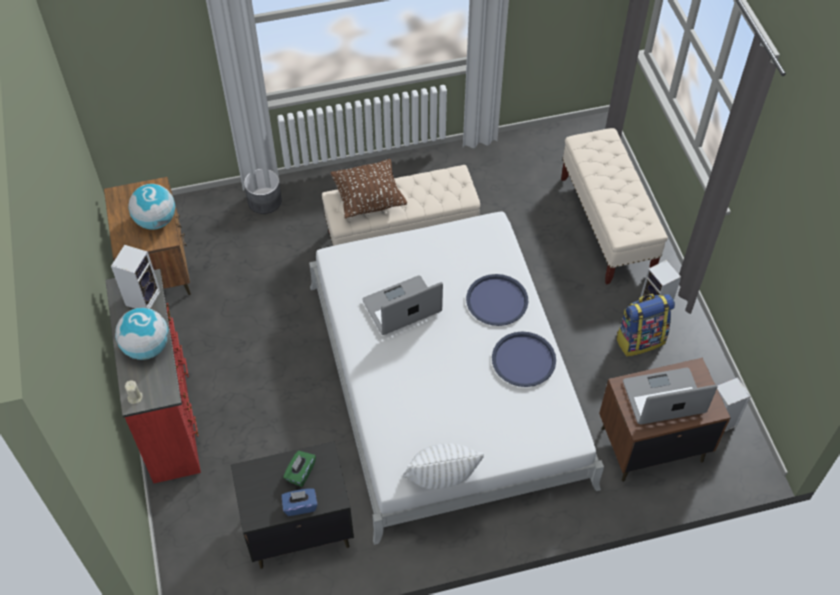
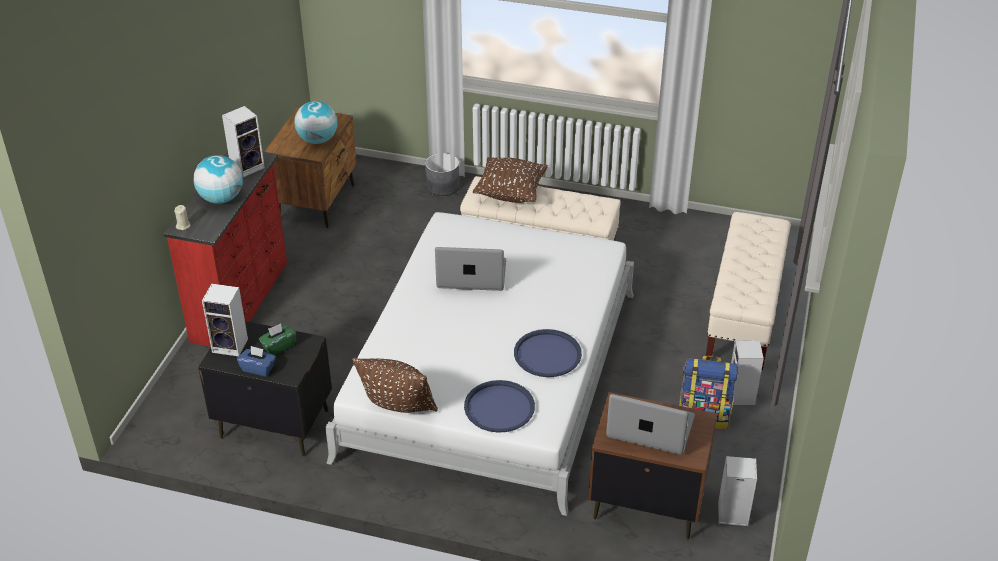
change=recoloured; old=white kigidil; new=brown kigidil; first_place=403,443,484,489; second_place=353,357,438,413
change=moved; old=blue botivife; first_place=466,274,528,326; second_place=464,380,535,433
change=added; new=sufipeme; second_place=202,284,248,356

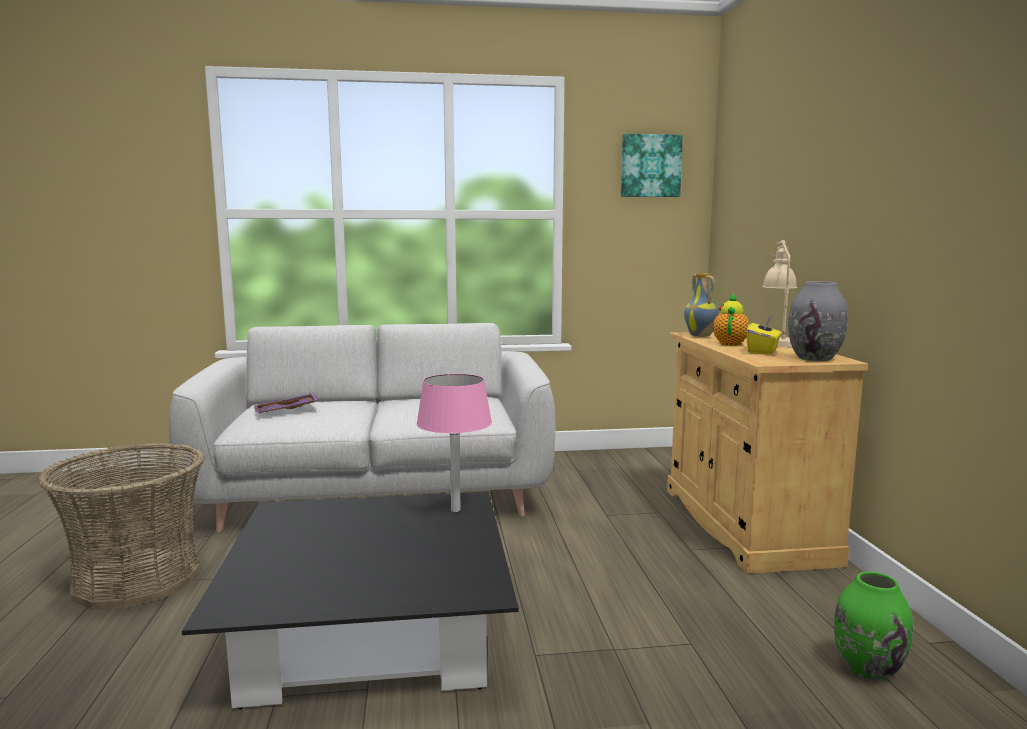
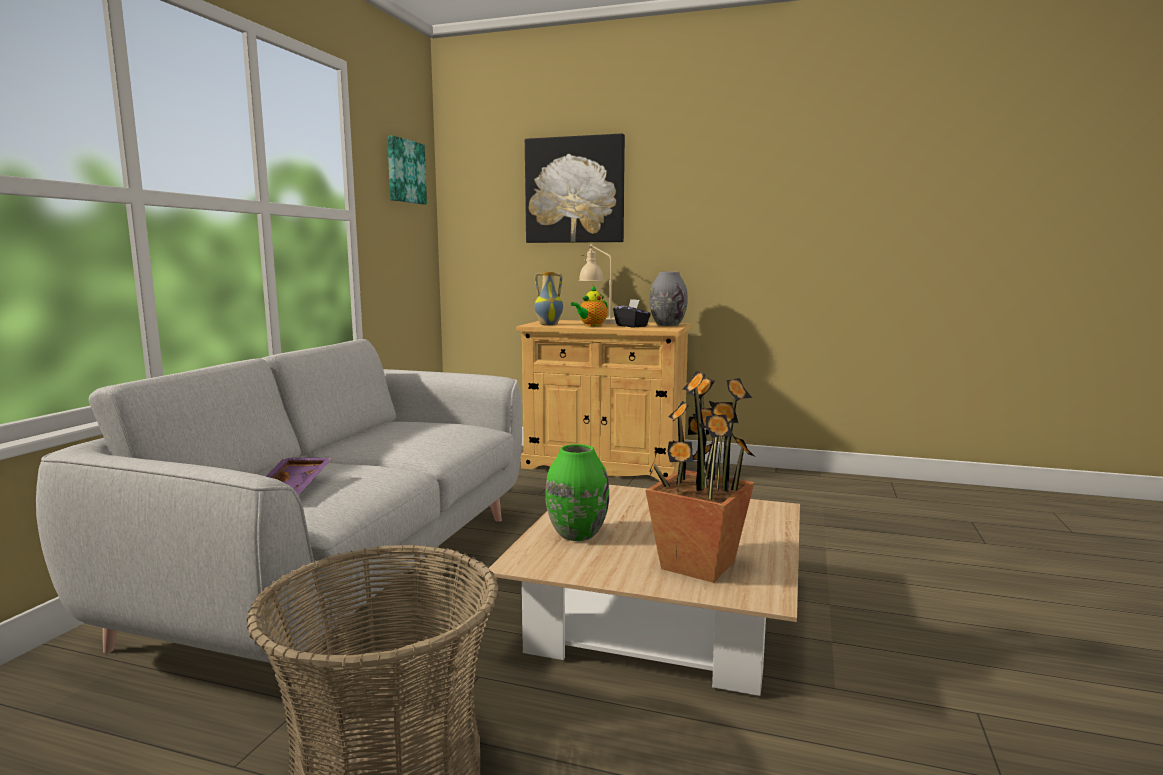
change=recoloured; old=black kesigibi; new=beige kesigibi; first_place=182,492,519,710; second_place=489,485,800,696
change=removed; old=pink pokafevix; first_place=416,374,492,512
change=turned; old=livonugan; first_place=713,293,750,346; second_place=571,286,608,326; degrees=-90
change=recoloured; old=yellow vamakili; new=black vamakili; first_place=746,316,782,355; second_place=613,299,651,327
change=moved; old=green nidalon; first_place=834,571,913,681; second_place=545,444,609,541
change=added; new=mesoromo; second_place=525,133,625,243
change=added; new=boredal; second_place=645,371,754,583

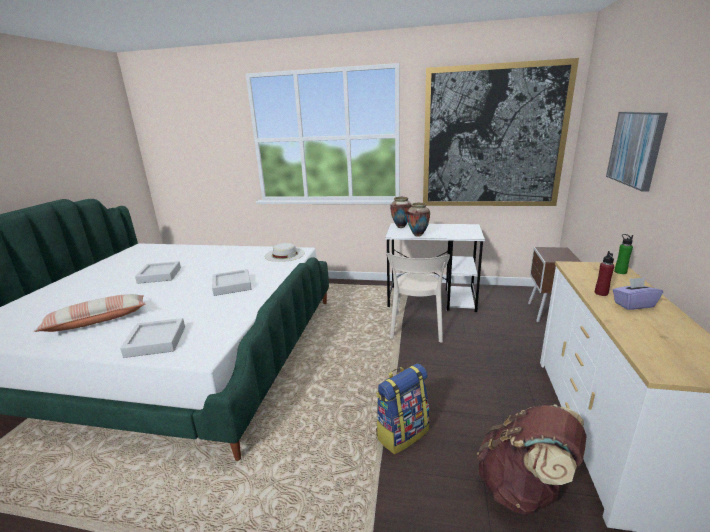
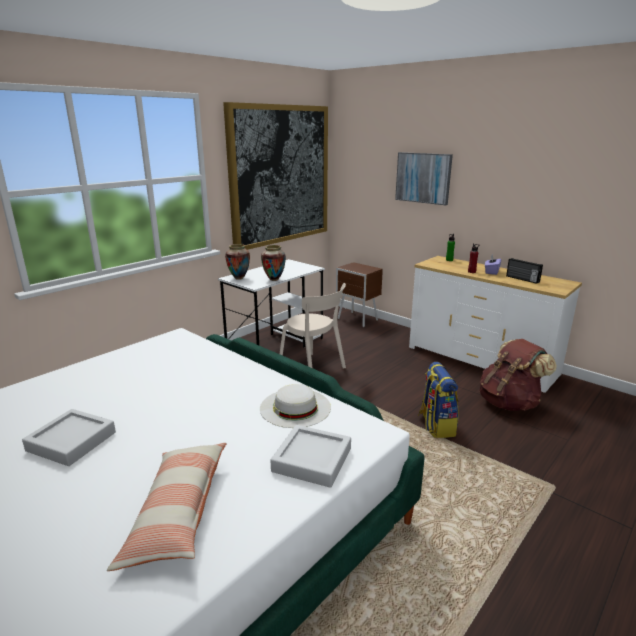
change=removed; old=grey botivife; first_place=212,269,251,296
change=moved; old=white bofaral; first_place=265,243,305,262; second_place=260,384,331,428
change=added; new=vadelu; second_place=506,258,543,284

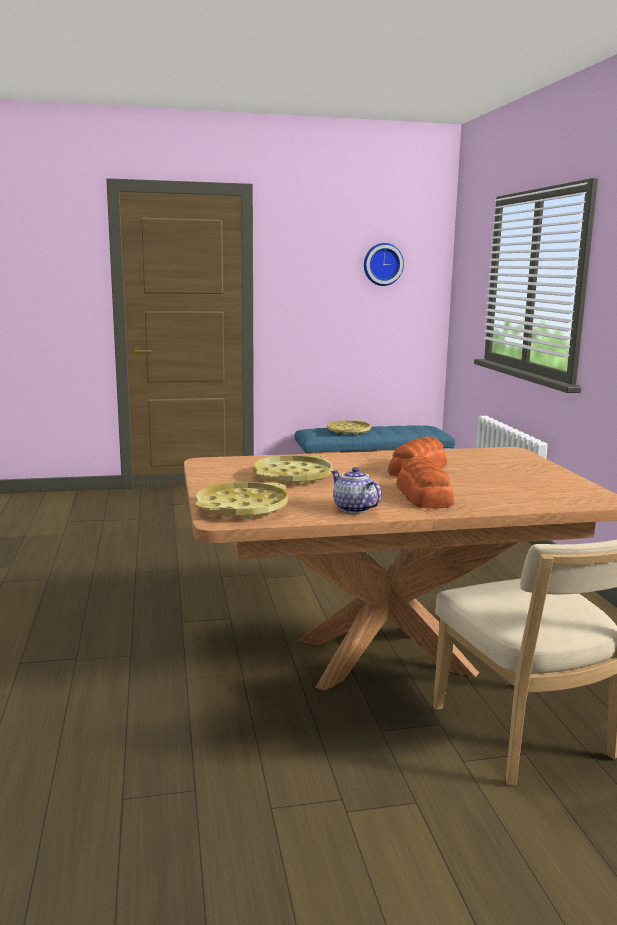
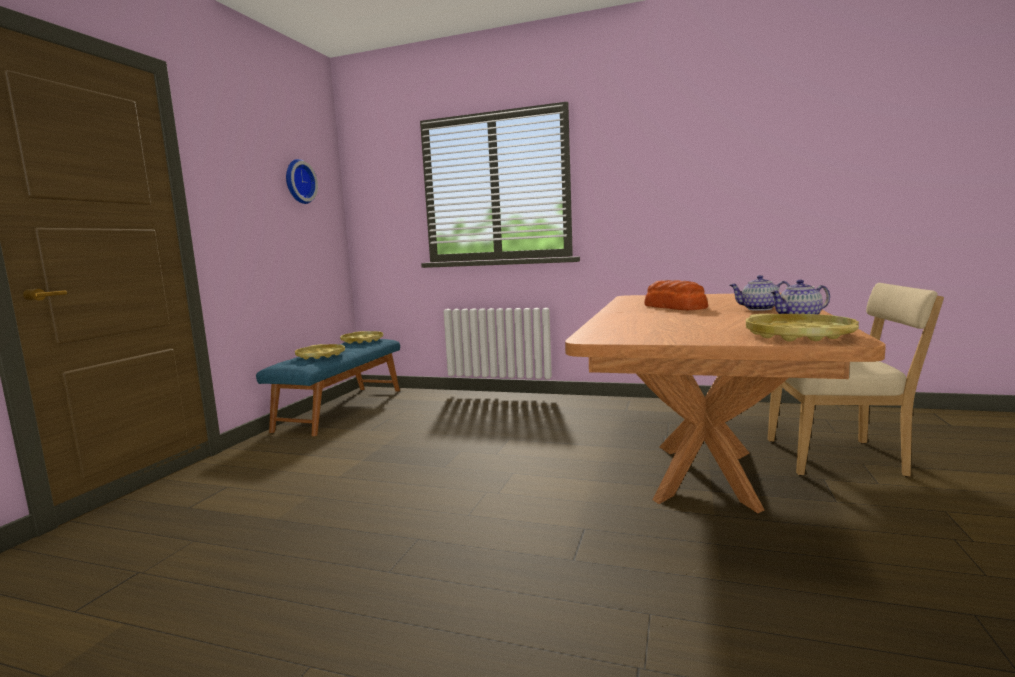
change=moved; old=yellow botivife; first_place=253,455,333,486; second_place=340,331,383,344
change=replaced; old=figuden; new=livonugan; first_place=396,456,454,508; second_place=730,275,790,311

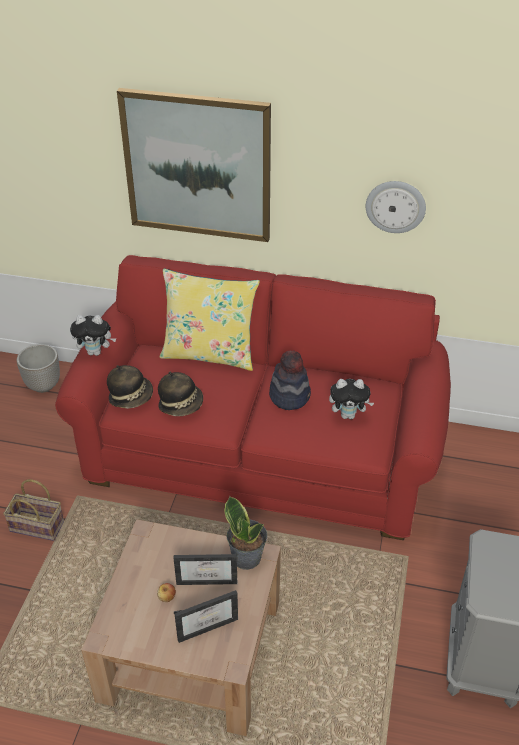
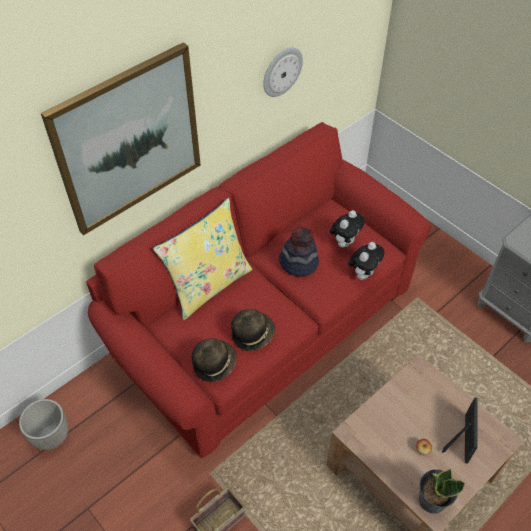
change=moved; old=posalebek; first_place=70,315,116,356; second_place=348,242,384,280
change=removed; old=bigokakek; first_place=174,554,237,585
change=moved; old=boredal; first_place=224,496,267,570; second_place=419,469,466,514

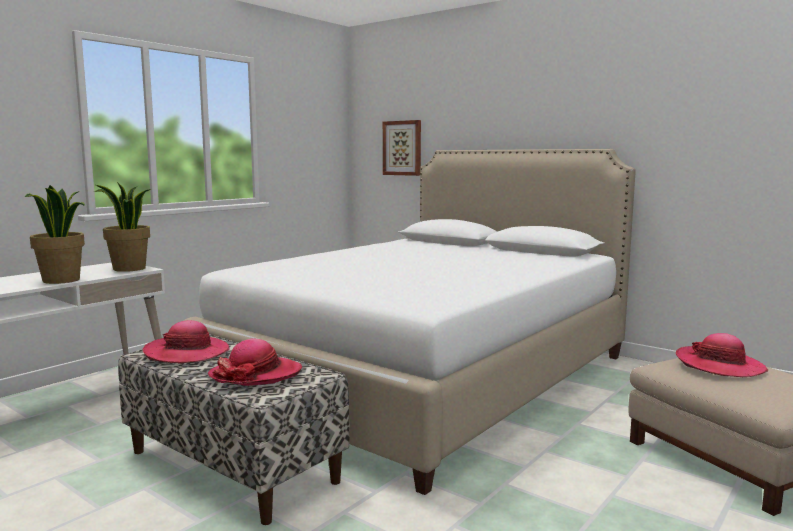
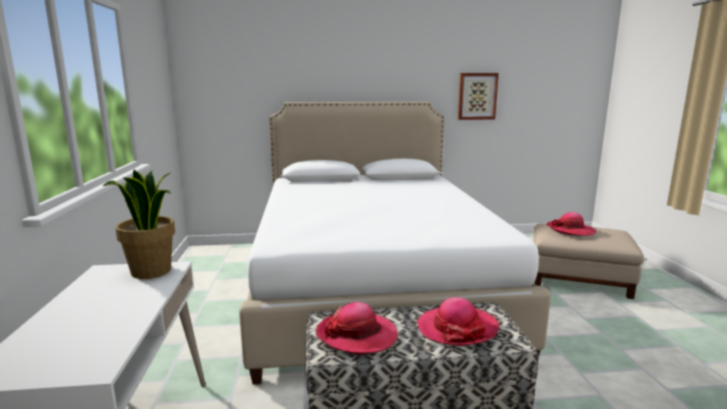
change=removed; old=boredal; first_place=24,185,85,284
change=moved; old=mesoromo; first_place=383,120,421,176; second_place=458,73,499,120

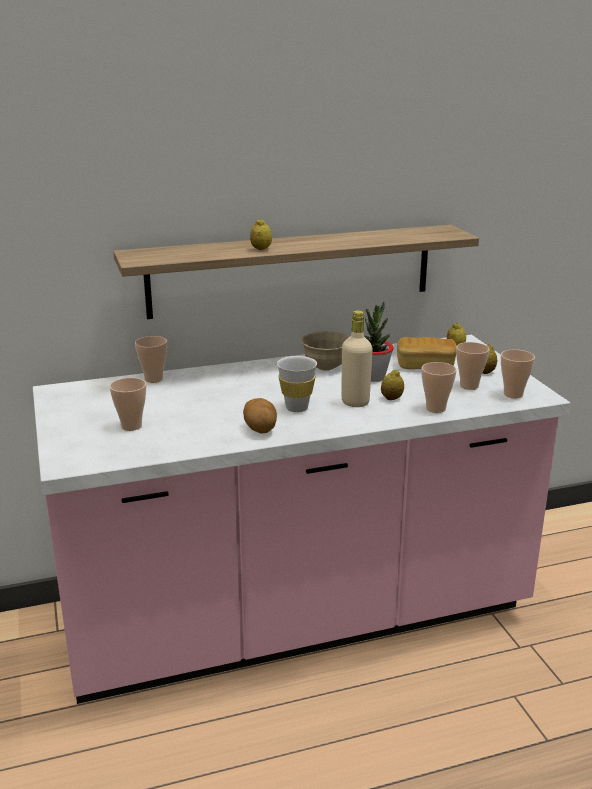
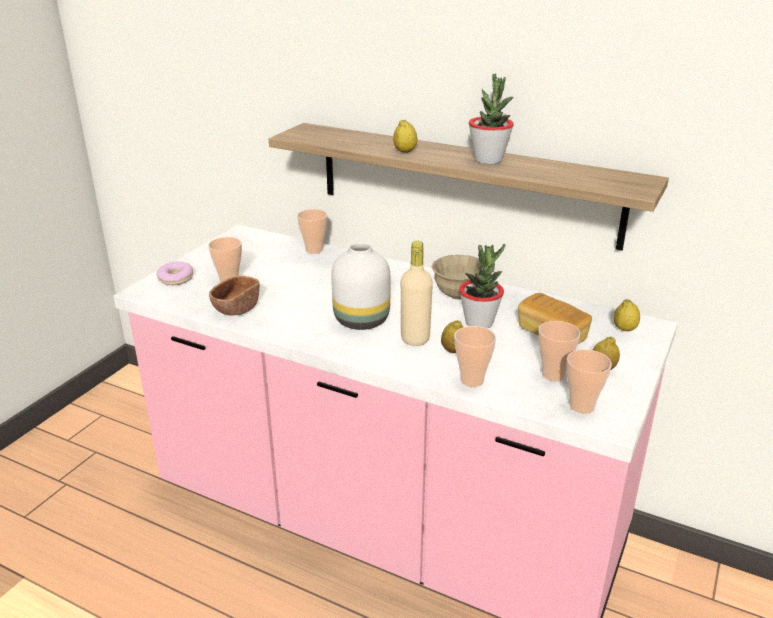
change=removed; old=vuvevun; first_place=243,398,277,434
change=replaced; old=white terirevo; new=white nidalon; first_place=277,356,317,412; second_place=331,242,390,330
change=added; new=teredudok; second_place=156,261,193,285
change=added; new=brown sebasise; second_place=209,276,260,315
change=added; new=boredal; second_place=469,73,514,164

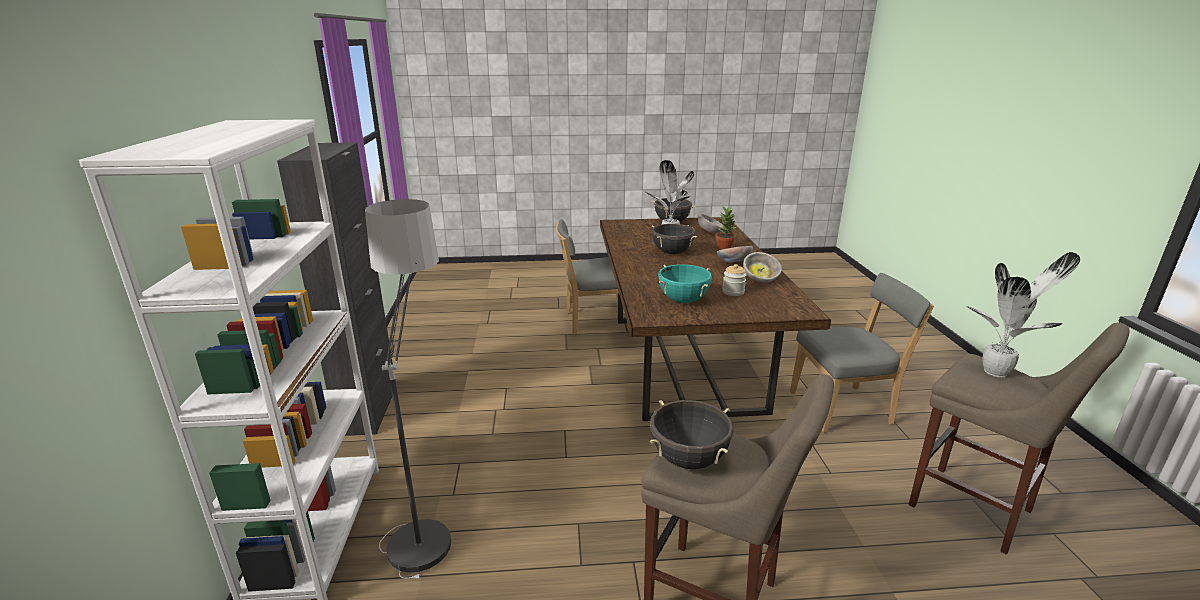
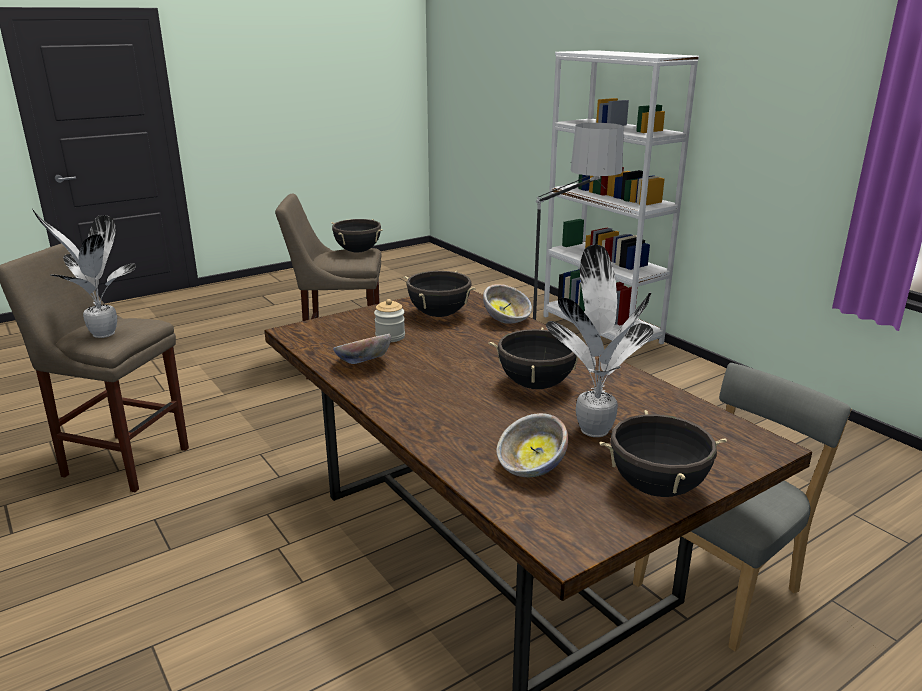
change=removed; old=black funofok; first_place=277,142,393,436
change=recoloured; old=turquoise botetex; new=black botetex; first_place=658,264,712,303; second_place=404,271,476,317
change=removed; old=boredal; first_place=715,206,737,249
change=moved; old=sebasise; first_place=717,246,753,263; second_place=483,284,532,324
change=removed; old=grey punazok; first_place=790,273,934,433

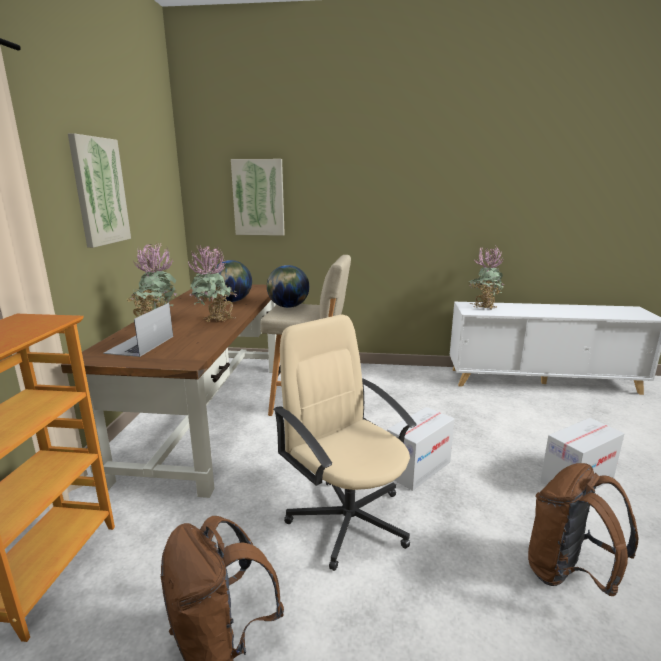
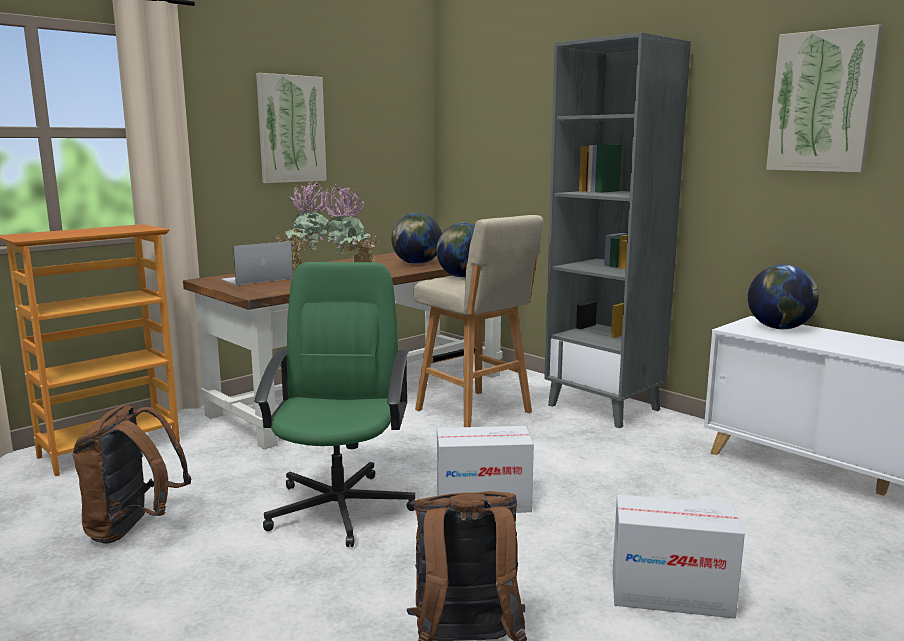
change=moved; old=mesoromo; first_place=231,159,285,236; second_place=766,24,883,172
change=recoloured; old=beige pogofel; new=green pogofel; first_place=273,314,416,571; second_place=254,262,416,547
change=replaced; old=boredal; new=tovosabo; first_place=469,245,504,310; second_place=748,265,819,329
change=added; new=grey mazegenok; second_place=544,32,691,428

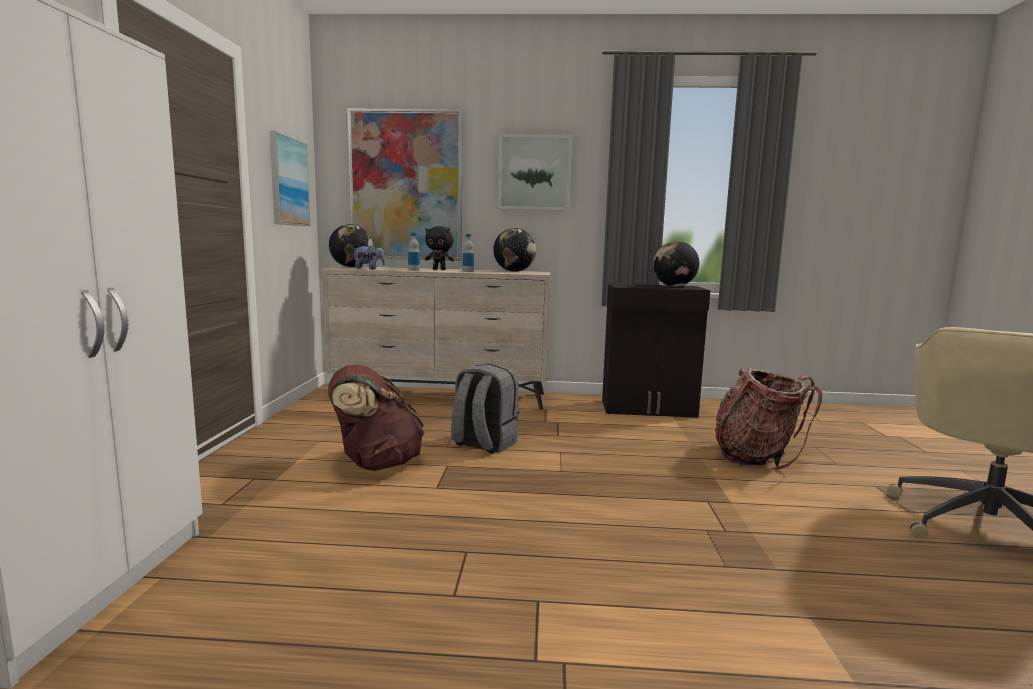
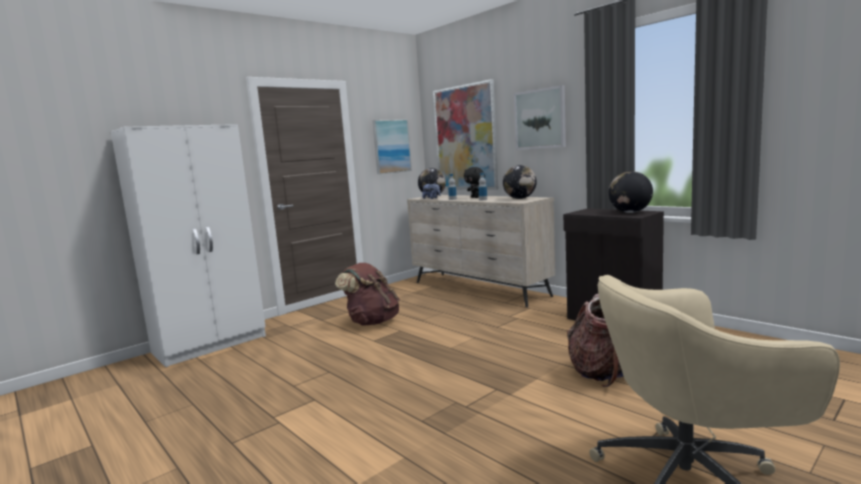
change=removed; old=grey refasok; first_place=451,363,519,454

